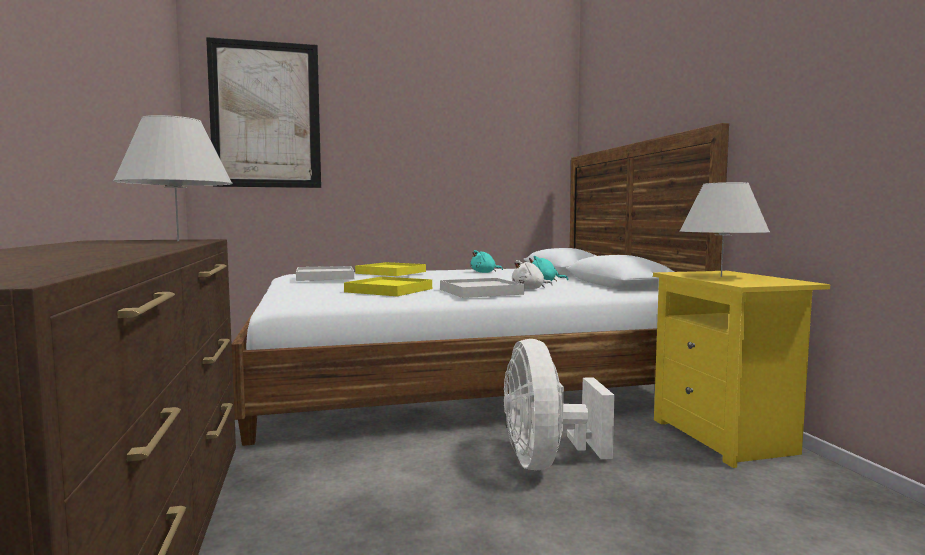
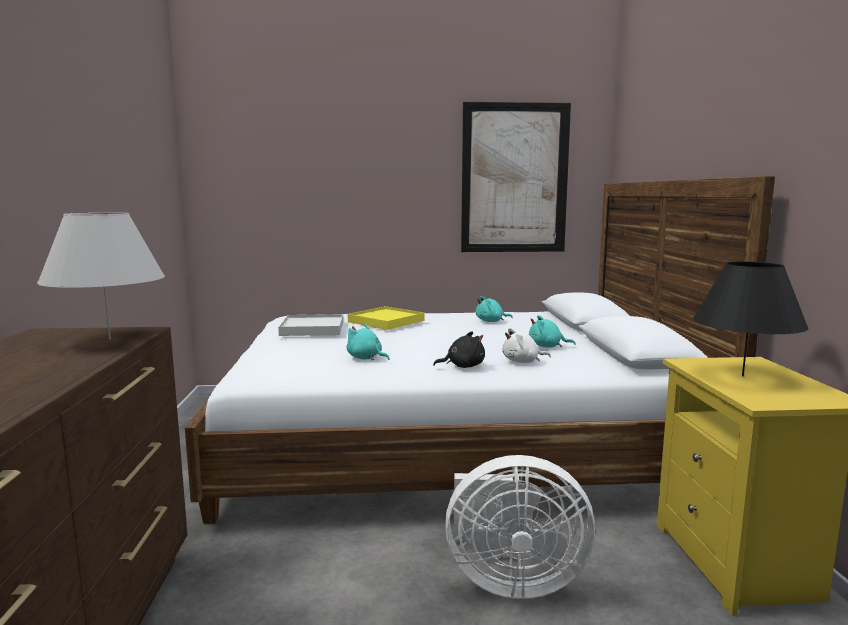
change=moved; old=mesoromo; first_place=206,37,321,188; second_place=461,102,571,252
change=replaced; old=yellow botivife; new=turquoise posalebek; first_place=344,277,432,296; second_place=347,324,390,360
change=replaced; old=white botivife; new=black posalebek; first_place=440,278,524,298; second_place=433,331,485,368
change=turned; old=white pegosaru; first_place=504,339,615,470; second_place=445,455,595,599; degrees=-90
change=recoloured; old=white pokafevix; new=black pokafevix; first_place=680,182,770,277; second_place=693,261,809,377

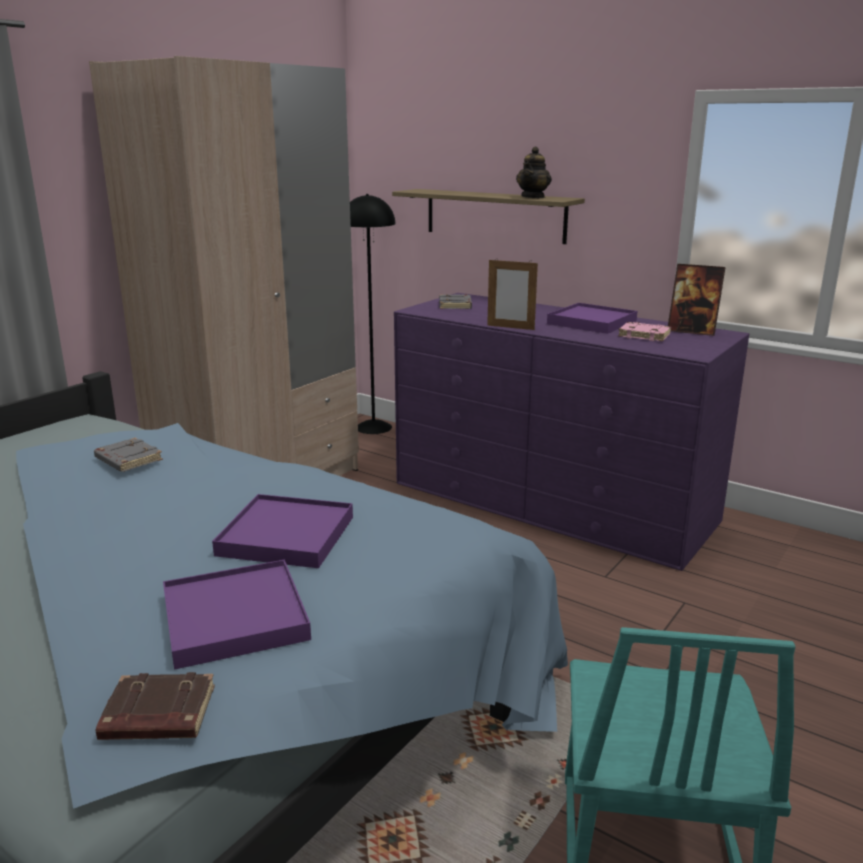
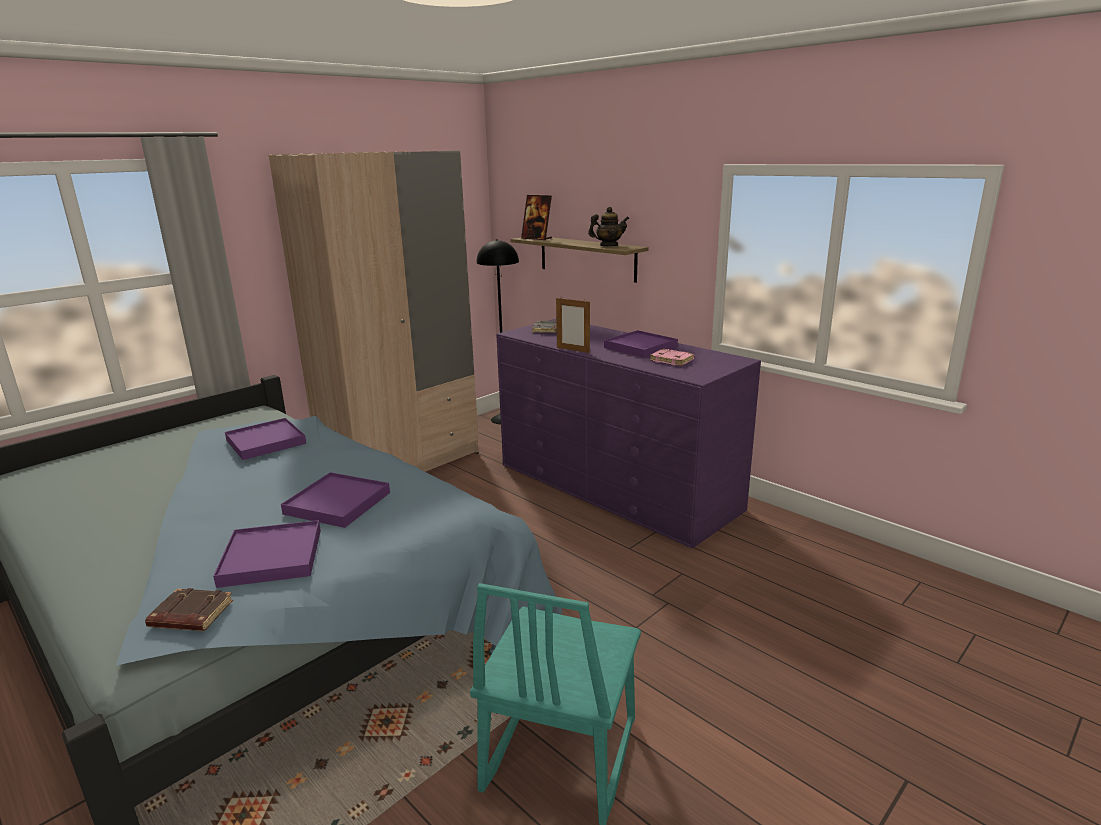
change=replaced; old=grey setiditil; new=purple botivife; first_place=94,438,163,472; second_place=225,418,306,460
change=turned; old=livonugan; first_place=516,147,552,198; second_place=588,207,629,246; degrees=-135
change=moved; old=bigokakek; first_place=668,264,726,336; second_place=521,195,552,240

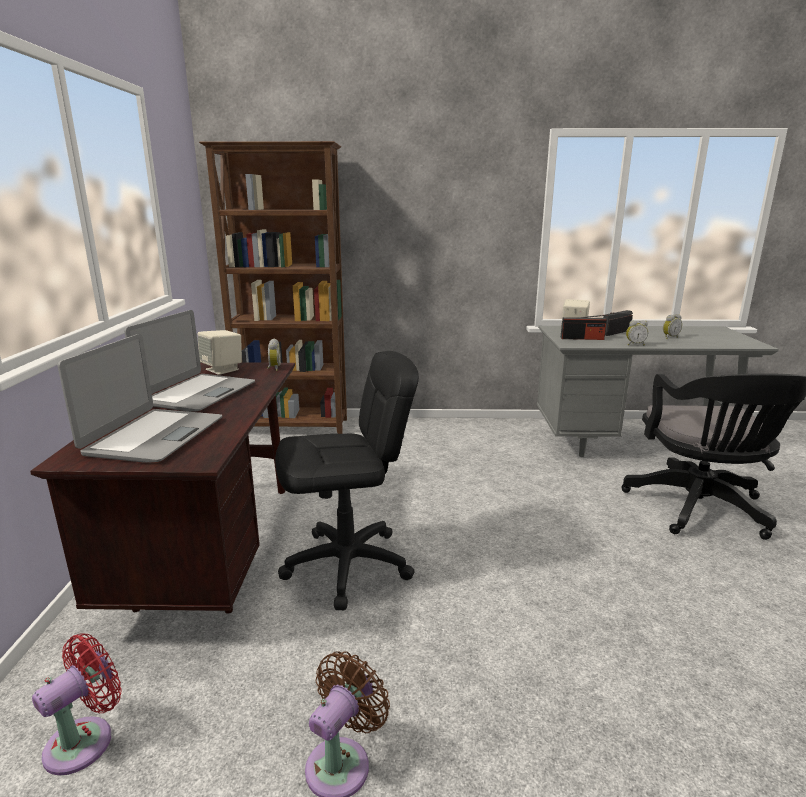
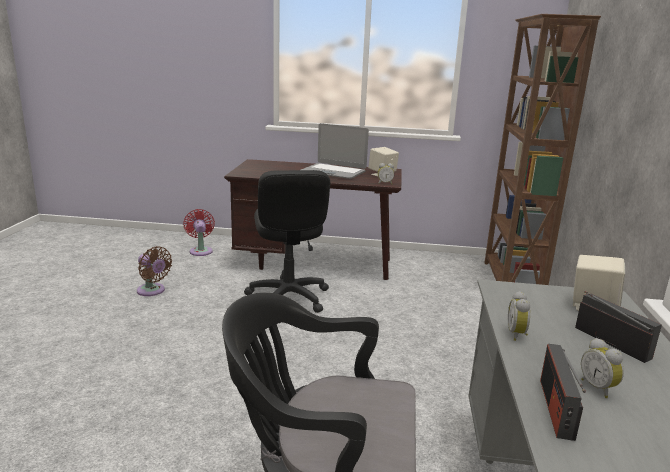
change=turned; old=red pegosaru; first_place=32,634,122,776; second_place=183,209,215,256; degrees=-150
change=removed; old=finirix; first_place=57,334,222,463
change=moved; old=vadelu; first_place=561,315,607,340; second_place=540,344,586,441

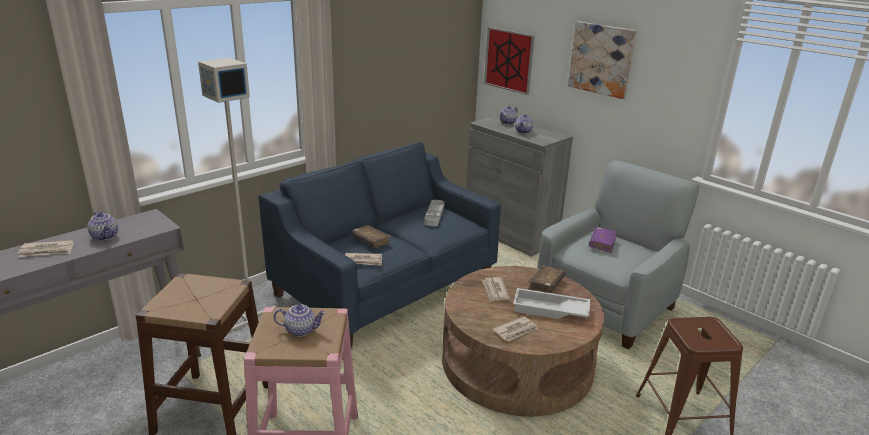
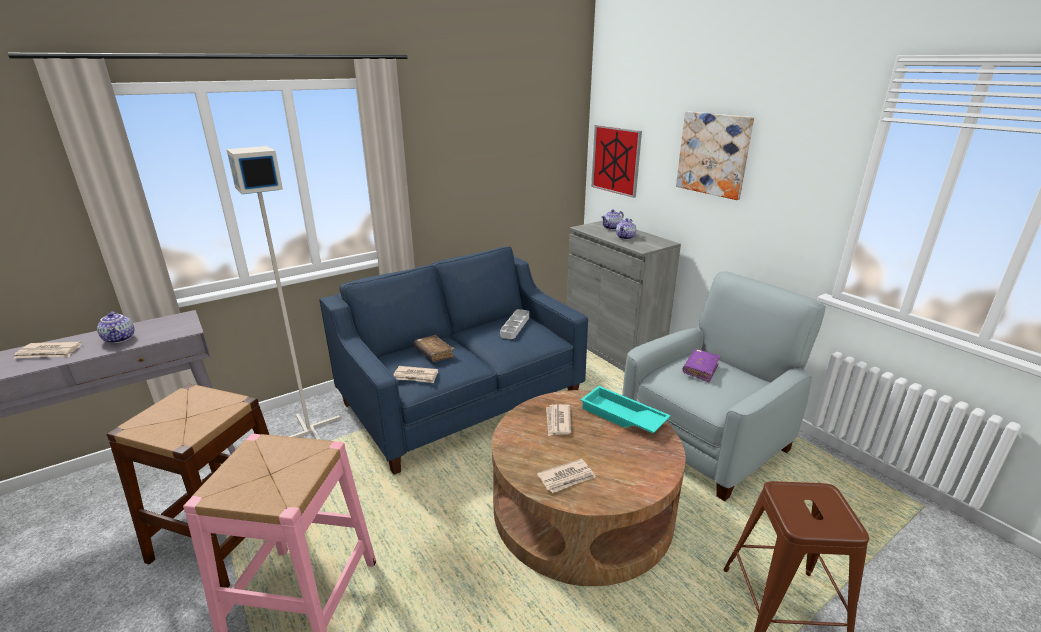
change=removed; old=livonugan; first_place=274,304,326,337
change=removed; old=white botivife; first_place=513,288,590,319
change=replaced; old=brown setiditil; new=turquoise botivife; first_place=528,265,565,293; second_place=581,386,671,433

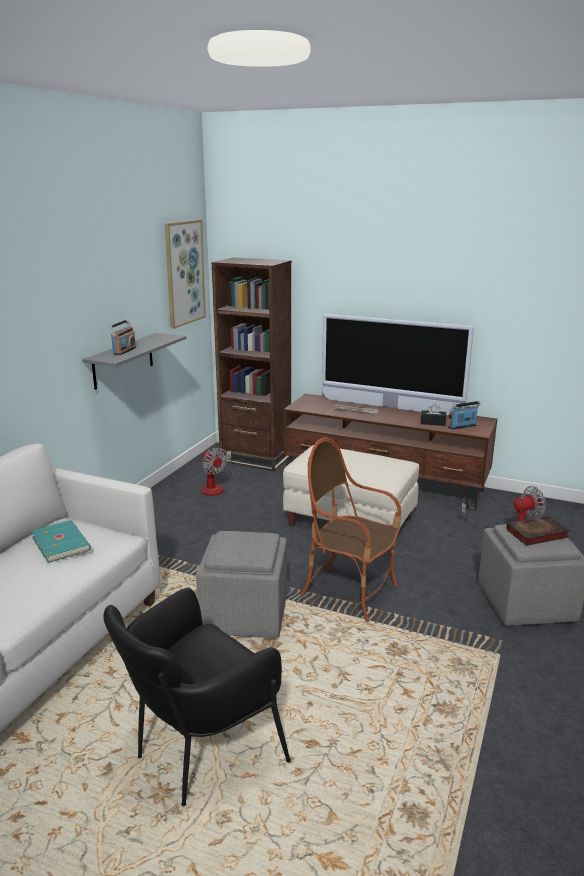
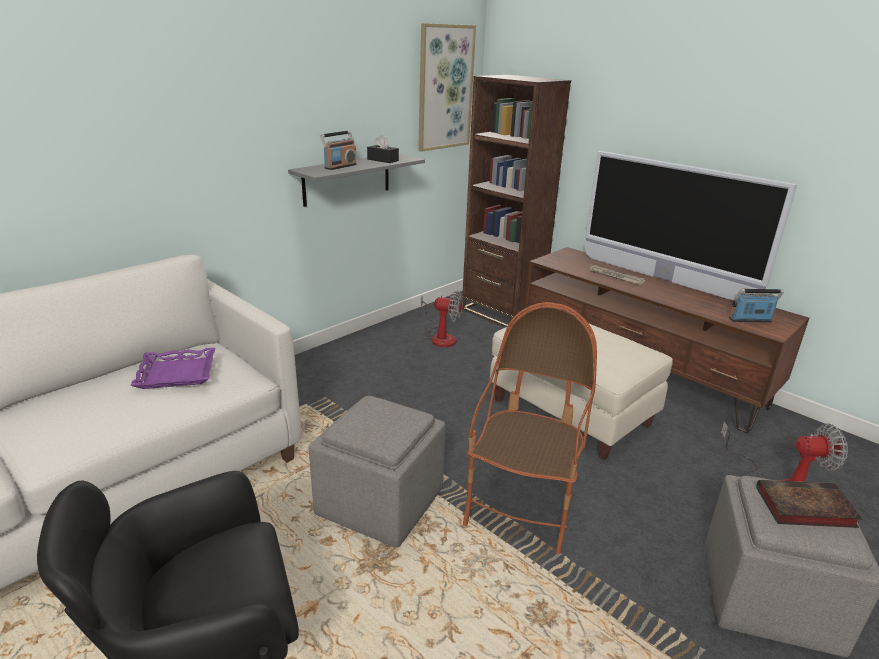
change=replaced; old=turquoise setiditil; new=purple botivife; first_place=31,520,91,563; second_place=130,348,215,389
change=turned; old=pegosaru; first_place=201,448,233,496; second_place=421,290,463,347; degrees=-60
change=turned; old=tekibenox; first_place=301,437,401,622; second_place=463,302,597,554; degrees=60
change=moved; old=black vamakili; first_place=421,404,446,426; second_place=367,135,399,163

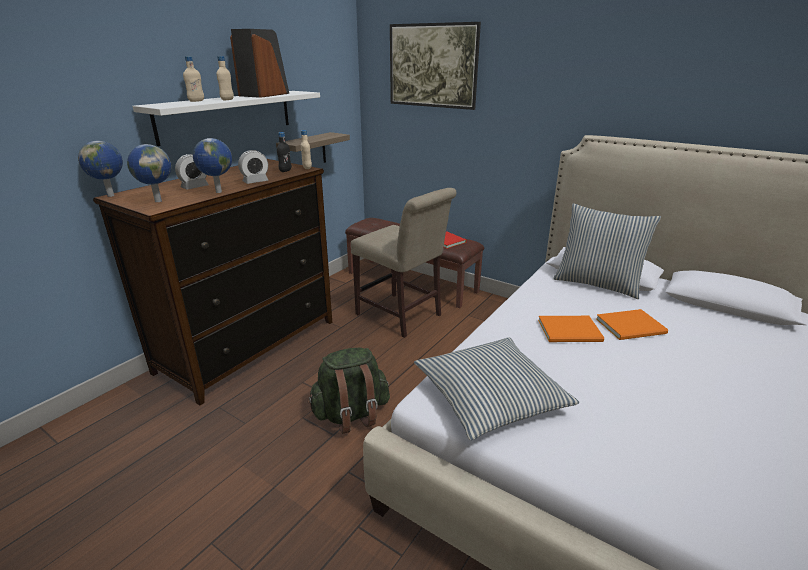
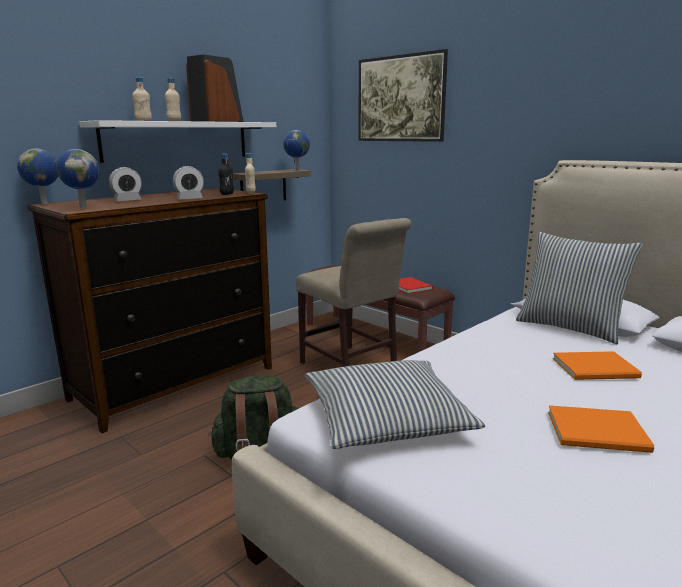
change=moved; old=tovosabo; first_place=193,138,232,193; second_place=283,130,310,171
change=moved; old=orange setiditil; first_place=538,316,604,342; second_place=548,405,654,453

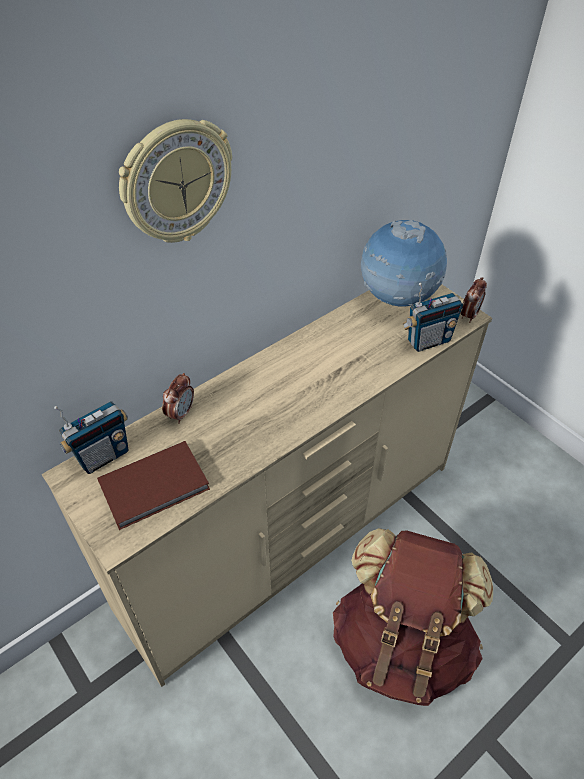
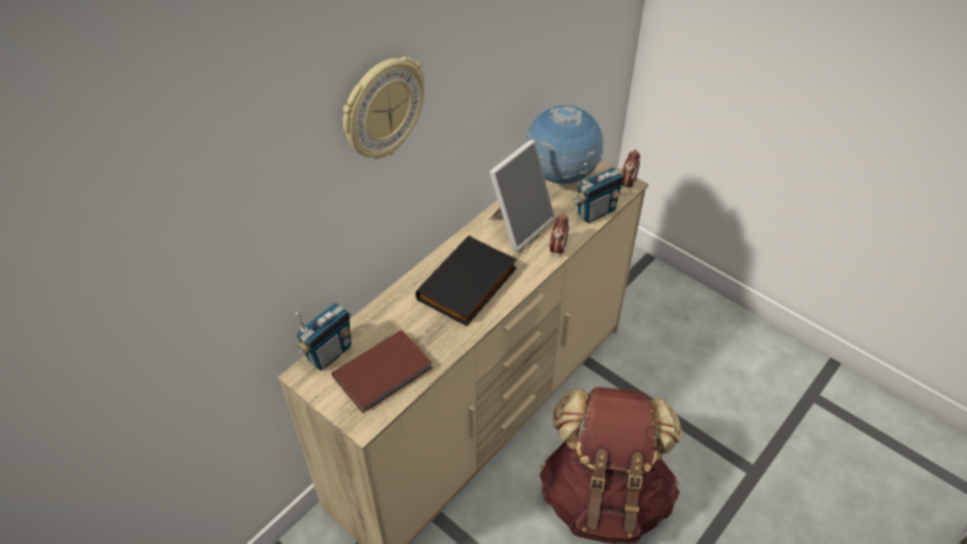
change=moved; old=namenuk; first_place=162,373,194,424; second_place=550,213,569,257
change=added; new=black setiditil; second_place=415,236,517,326
change=added; new=bigokakek; second_place=489,140,555,251

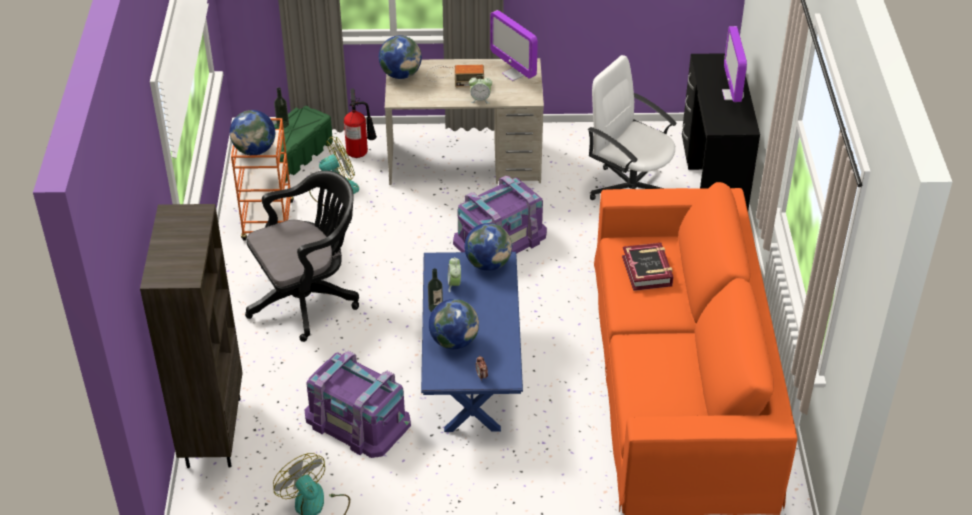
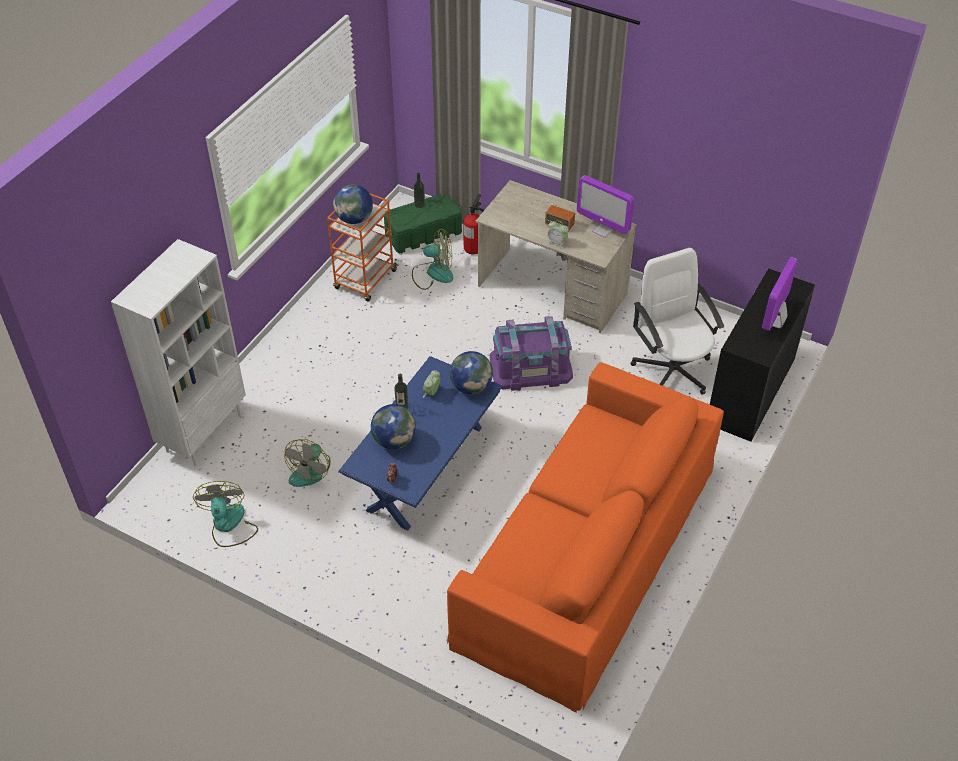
change=recoloured; old=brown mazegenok; new=white mazegenok; first_place=140,204,243,468; second_place=111,239,246,466
change=removed; old=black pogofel; first_place=245,171,359,342
change=replaced; old=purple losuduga; new=pegosaru; first_place=305,351,411,458; second_place=285,439,330,487
change=removed; old=tovosabo; first_place=379,36,422,79
change=turned; old=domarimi; first_place=490,10,538,81; second_place=577,175,634,238; degrees=-45
change=removed; old=setiditil; first_place=622,243,673,291

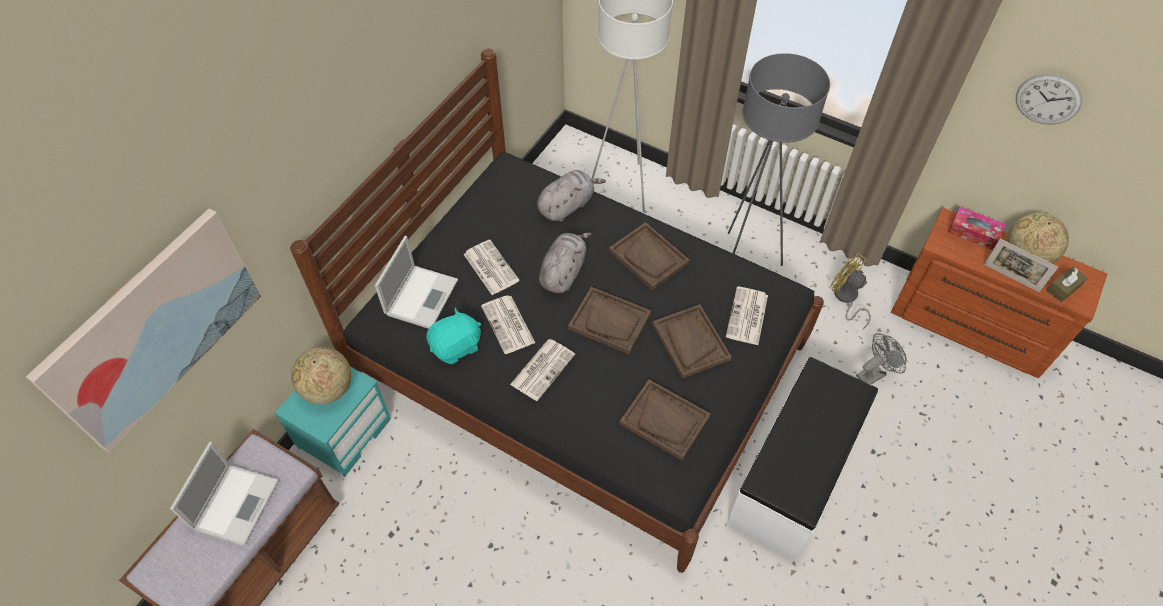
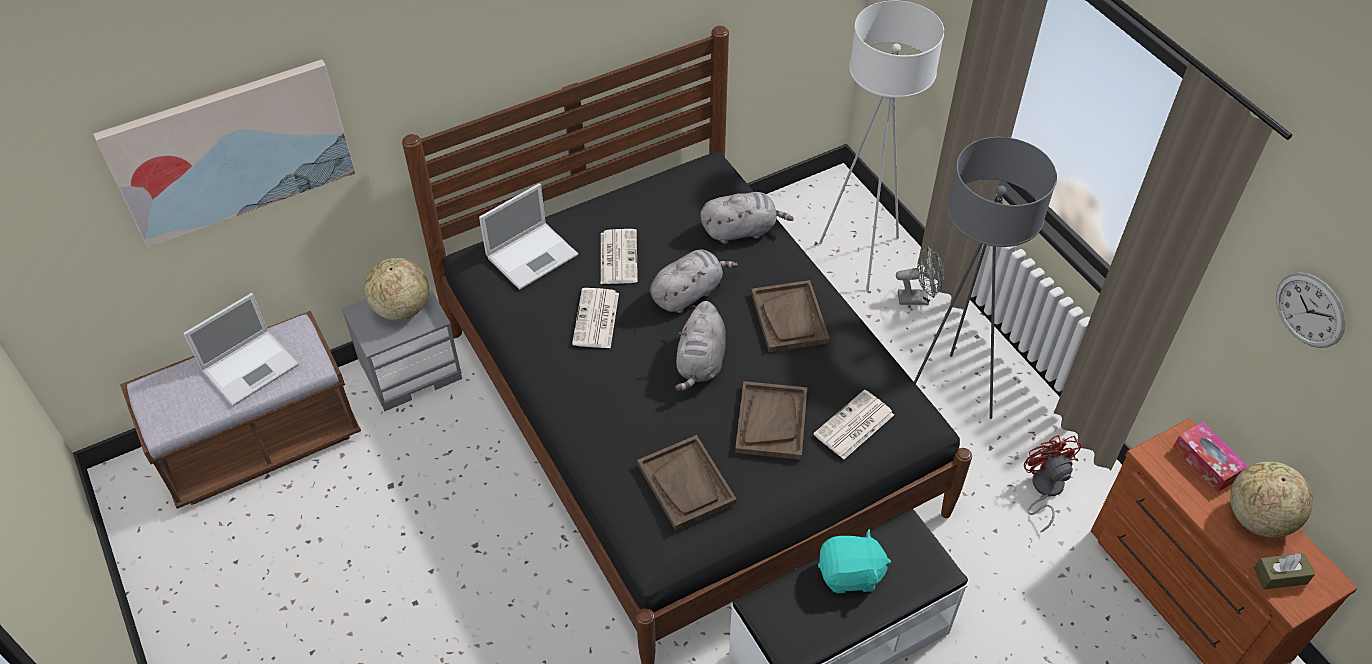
change=recoloured; old=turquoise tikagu; new=grey tikagu; first_place=275,367,391,477; second_place=342,286,462,411
change=moved; old=turquoise posalebek; first_place=427,308,481,364; second_place=818,529,891,593
change=removed; old=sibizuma; first_place=510,339,575,401
change=replaced; old=brown botivife; new=grey posalebek; first_place=568,287,651,354; second_place=675,301,726,391
change=recoloured; old=yellow pegosaru; new=red pegosaru; first_place=831,253,871,329; second_place=1024,435,1081,532
change=moved; old=grey pegosaru; first_place=856,333,907,385; second_place=896,246,944,305
change=removed; old=bigokakek; first_place=984,239,1058,292

